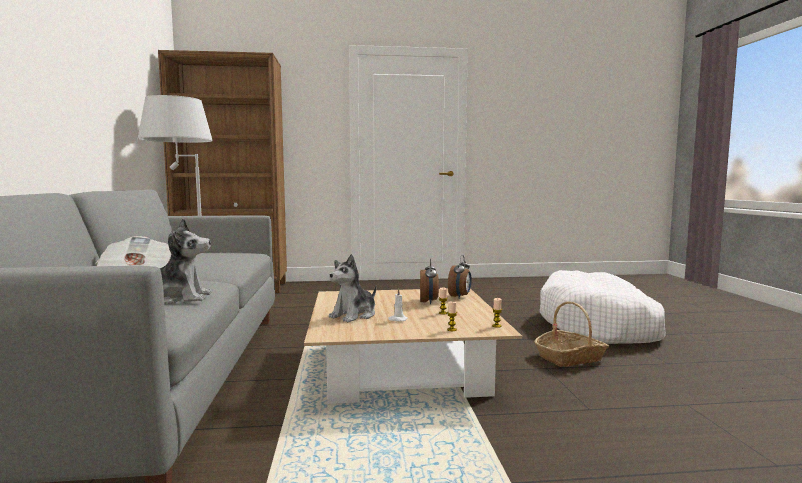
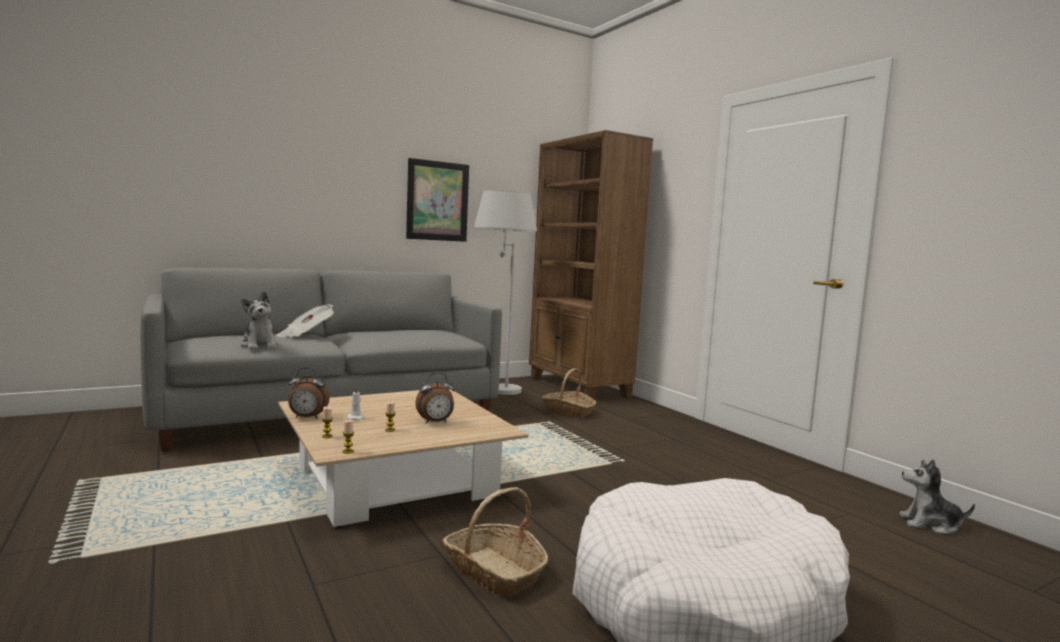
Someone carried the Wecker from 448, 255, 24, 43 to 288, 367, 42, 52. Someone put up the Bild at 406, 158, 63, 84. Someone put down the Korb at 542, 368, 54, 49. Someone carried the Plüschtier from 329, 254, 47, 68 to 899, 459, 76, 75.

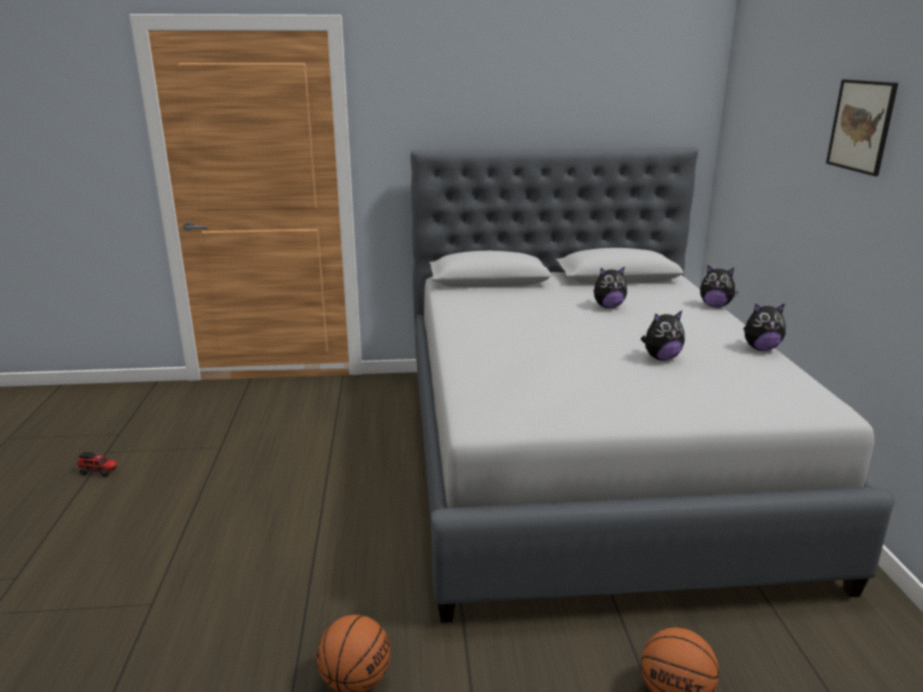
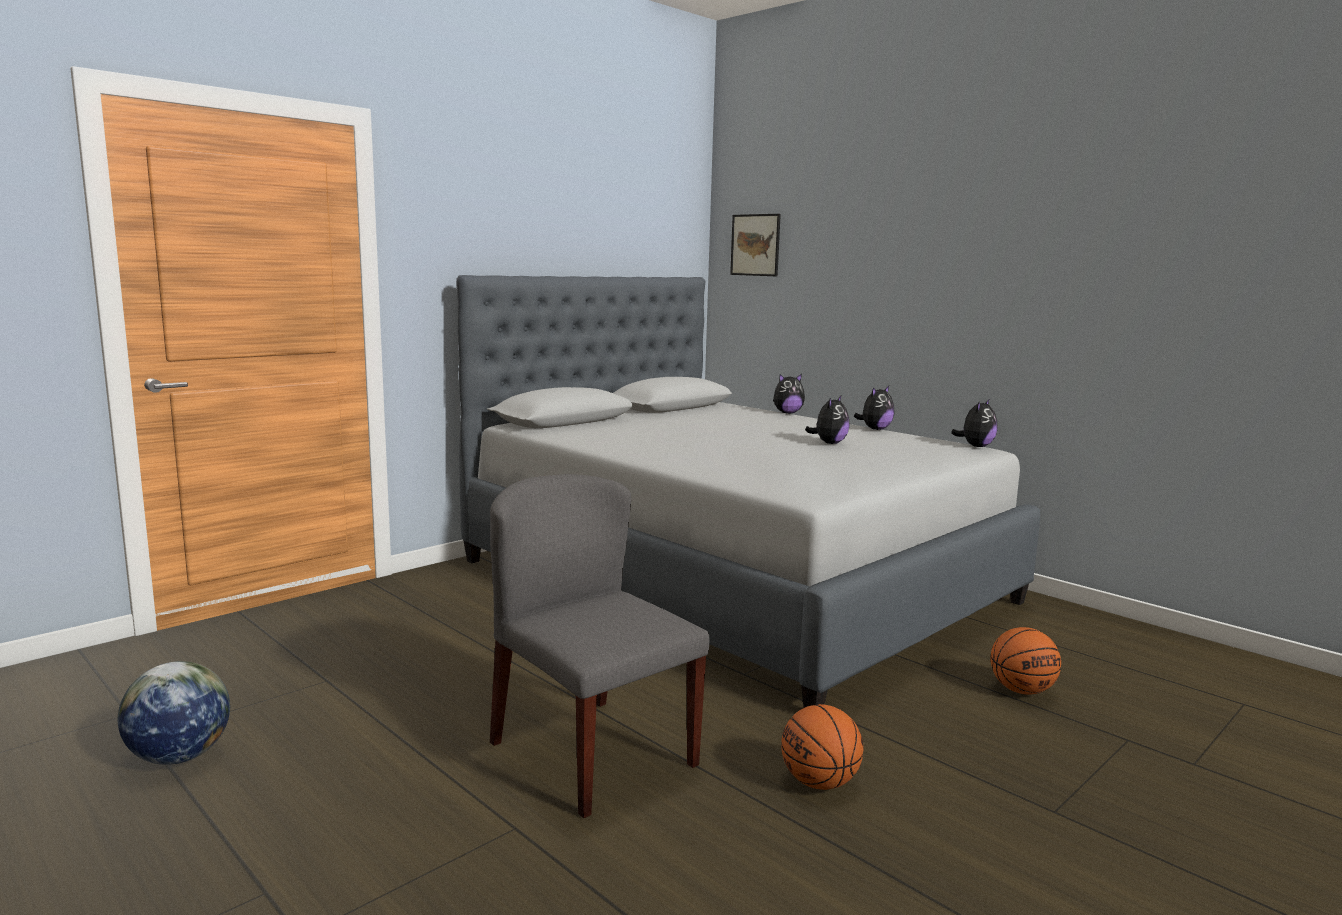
Someone swapped the Spielzeuglaster at 77, 452, 40, 25 for the Globus at 118, 661, 112, 104. Someone put down the Stuhl/grau at 490, 474, 219, 344. Someone carried the Bild from 826, 79, 72, 97 to 730, 214, 51, 62. Someone carried the Plüschtier from 593, 266, 34, 42 to 951, 398, 47, 49.

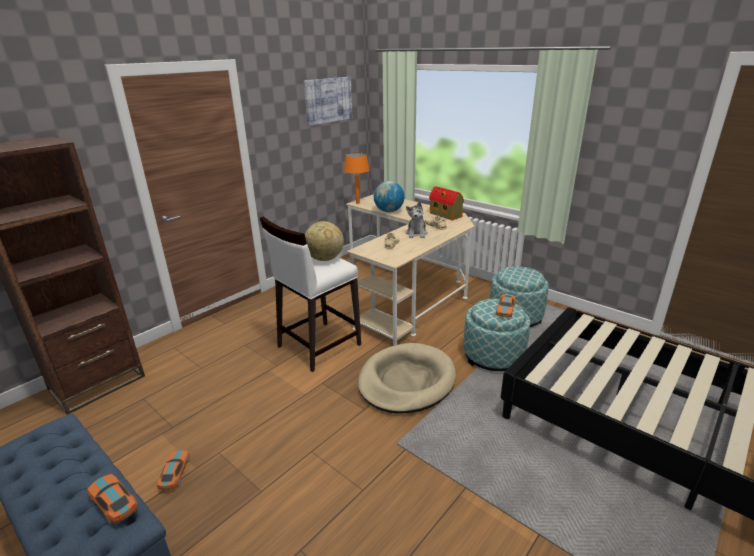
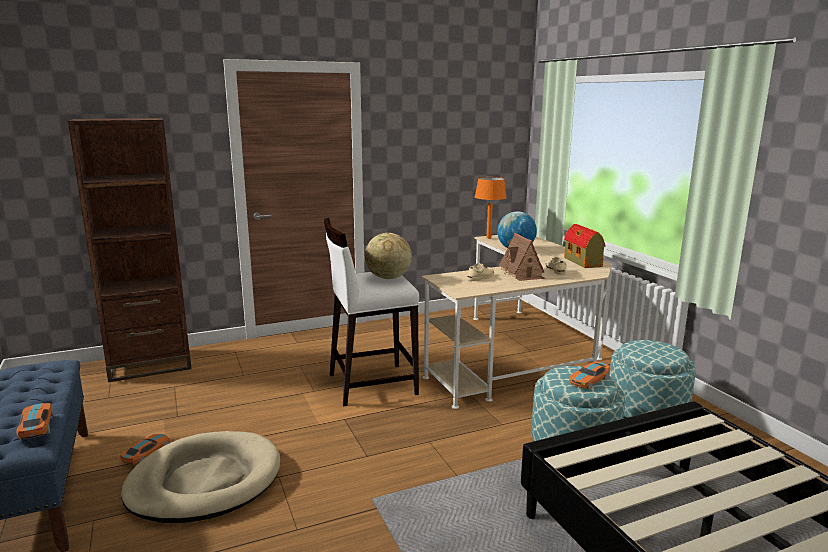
Someone carried the Hundebett/beige from 358, 343, 98, 71 to 121, 431, 159, 92. Someone swapped the Plüschtier at 406, 202, 22, 36 for the Spielzeughaus at 499, 233, 46, 48. Someone took away the Bild at 304, 77, 49, 49.

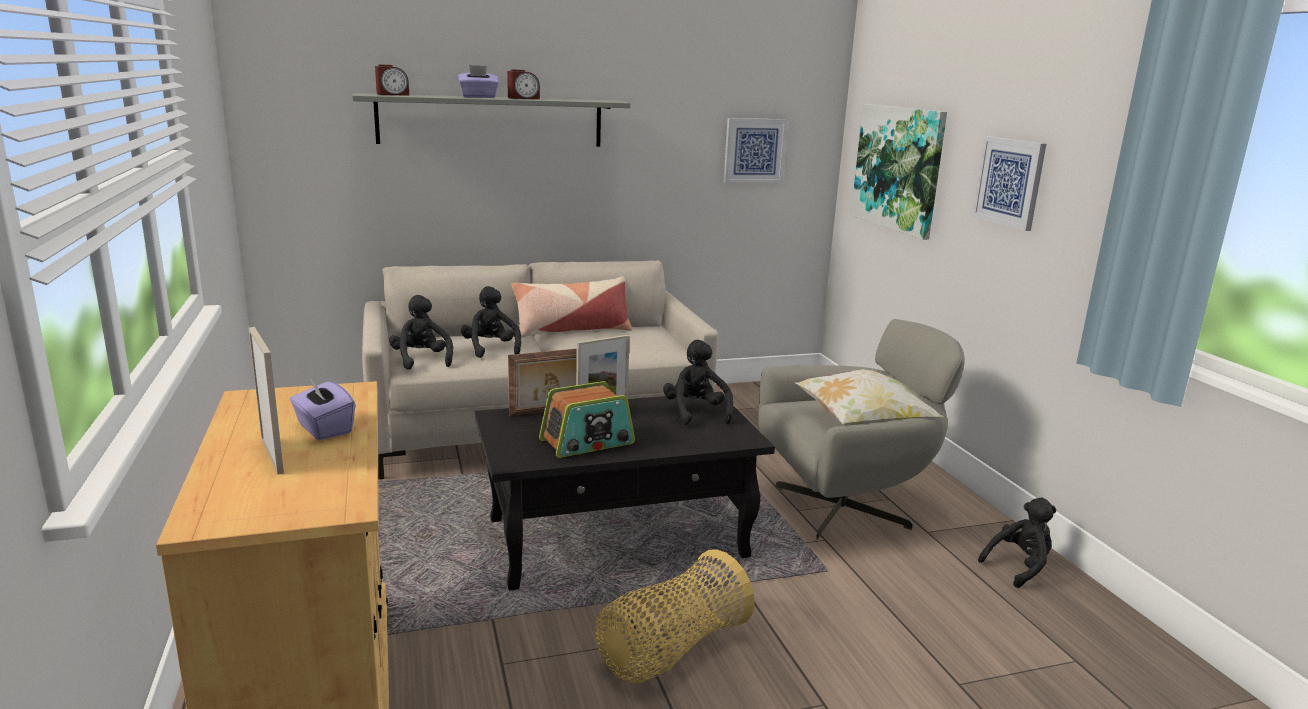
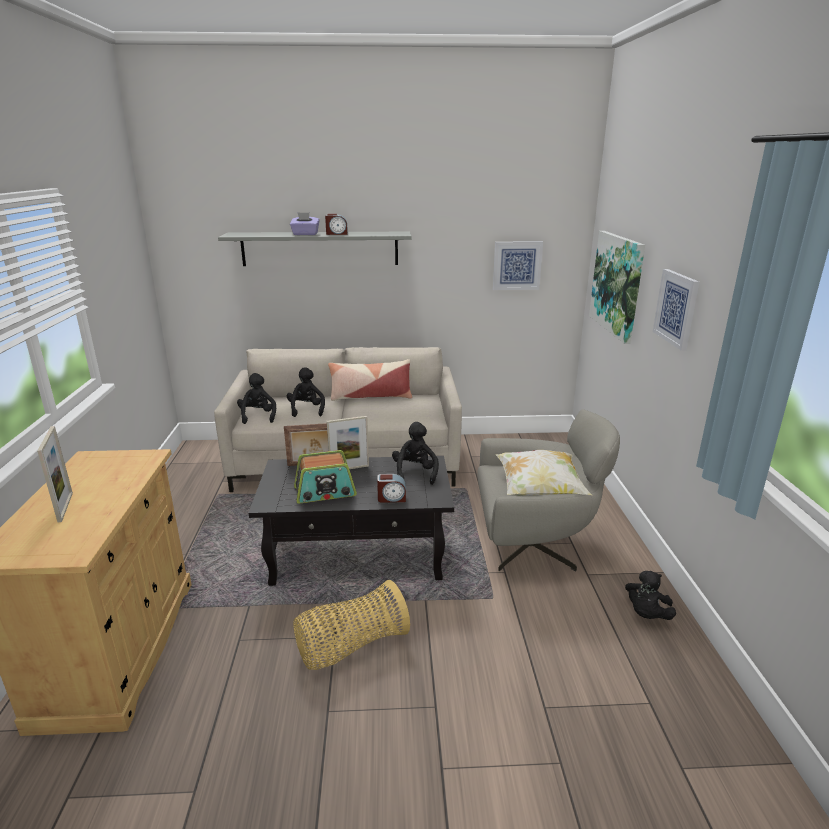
Someone carried the Wecker from 375, 64, 34, 32 to 377, 474, 29, 29. Someone rotated the Plüschtier/schwarz at 978, 498, 78, 90 by 135 degrees clockwise. Someone took away the Taschentuchbox/lila at 290, 376, 65, 64.

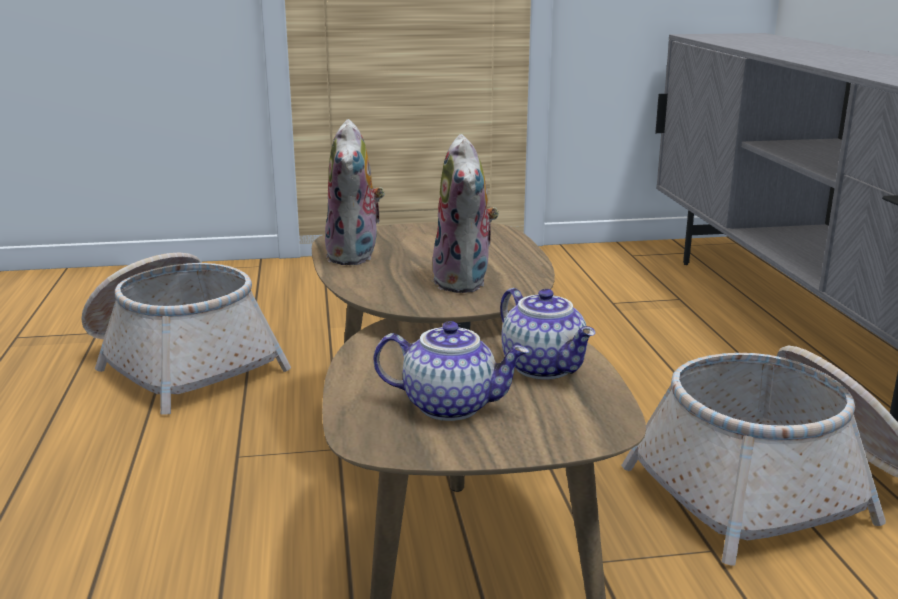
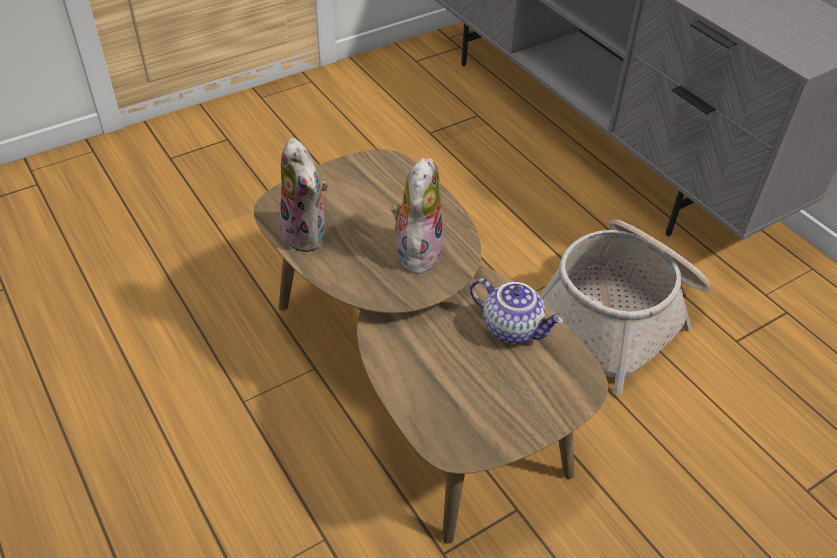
Someone rotated the Plüschtier at 432, 134, 67, 159 by 135 degrees counterclockwise. Someone took away the Korb at 81, 252, 210, 162. Someone took away the Teekanne at 373, 321, 157, 100.

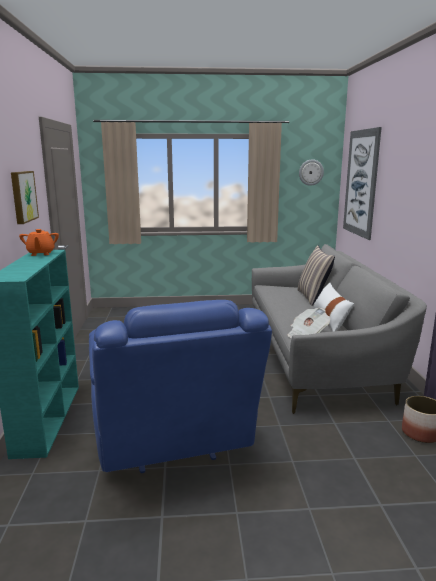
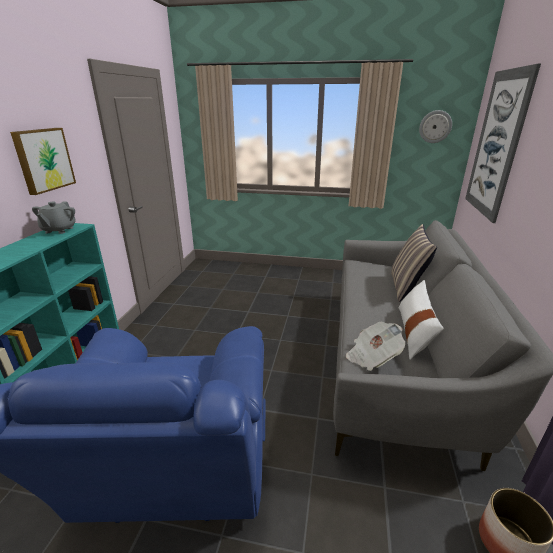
Someone repainted the Teekanne/orange at 19, 229, 40, 27, which became the Teekanne/grau at 32, 202, 44, 32.

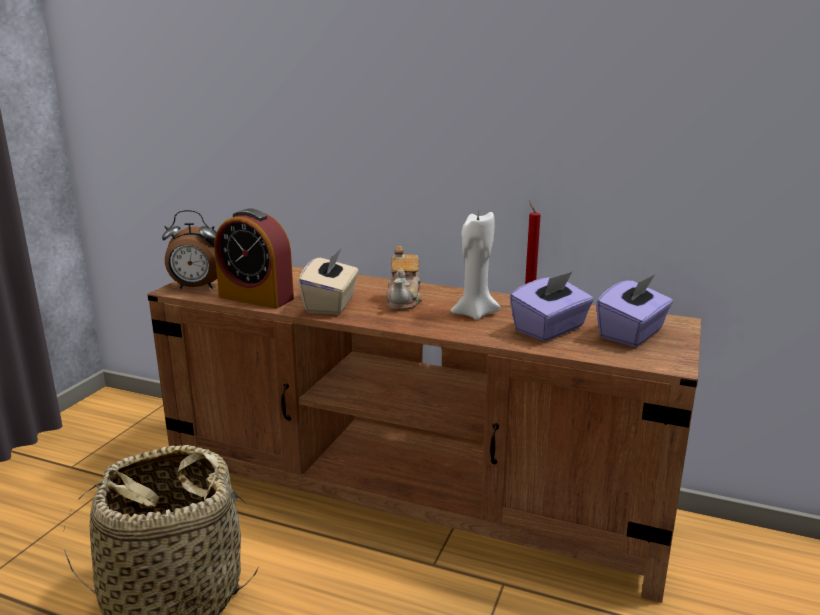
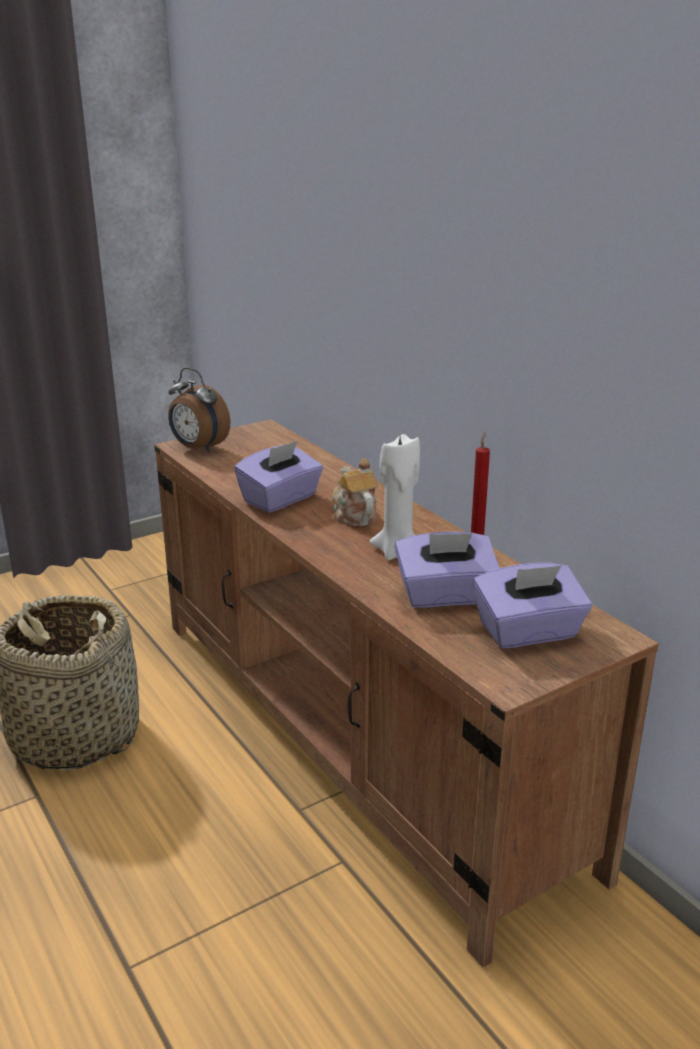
Someone repainted the Taschentuchbox/beige at 298, 249, 61, 66, which became the Taschentuchbox/lila at 234, 441, 89, 72. Someone rotated the Teekanne at 386, 246, 37, 64 by 120 degrees clockwise. Someone took away the Wecker at 214, 209, 80, 99.

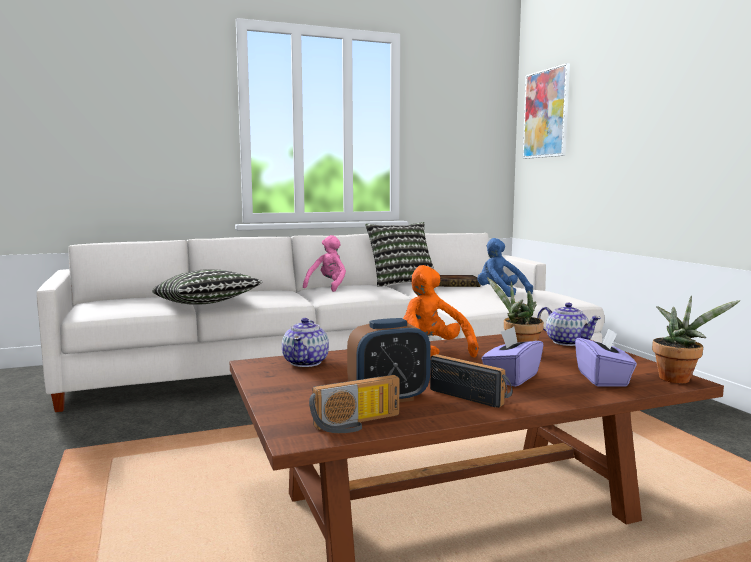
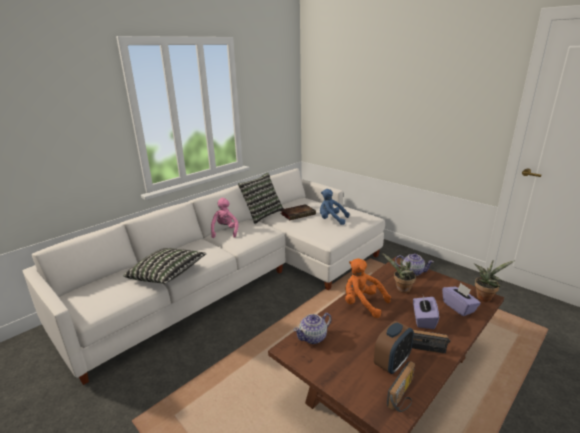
Someone rotated the Teekanne at 282, 318, 47, 49 by 75 degrees clockwise. Someone took away the Bild at 522, 63, 48, 96.

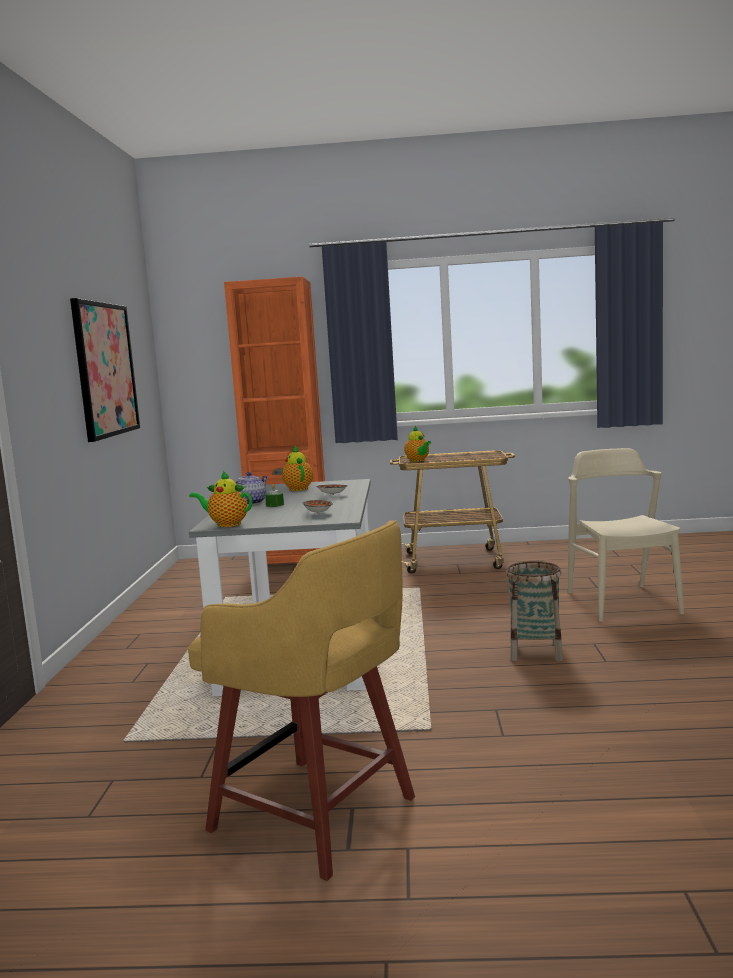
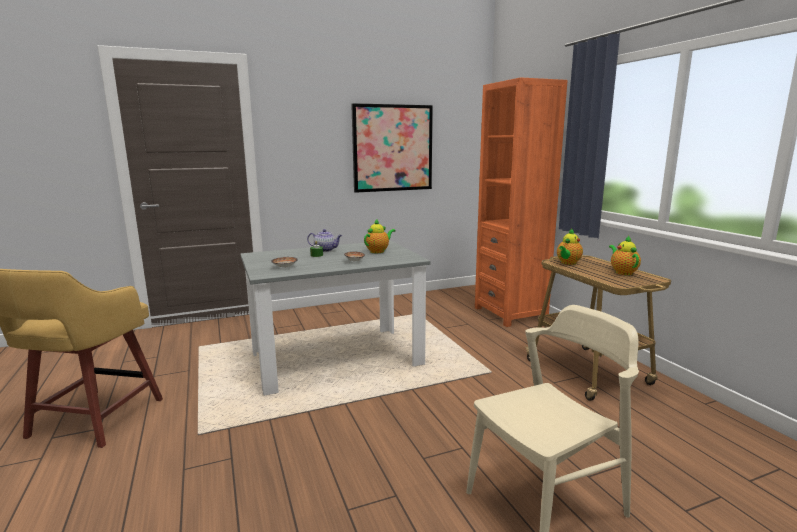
Someone carried the Teekanne from 189, 471, 63, 56 to 609, 236, 32, 39. Someone took away the Korb at 506, 561, 57, 100.

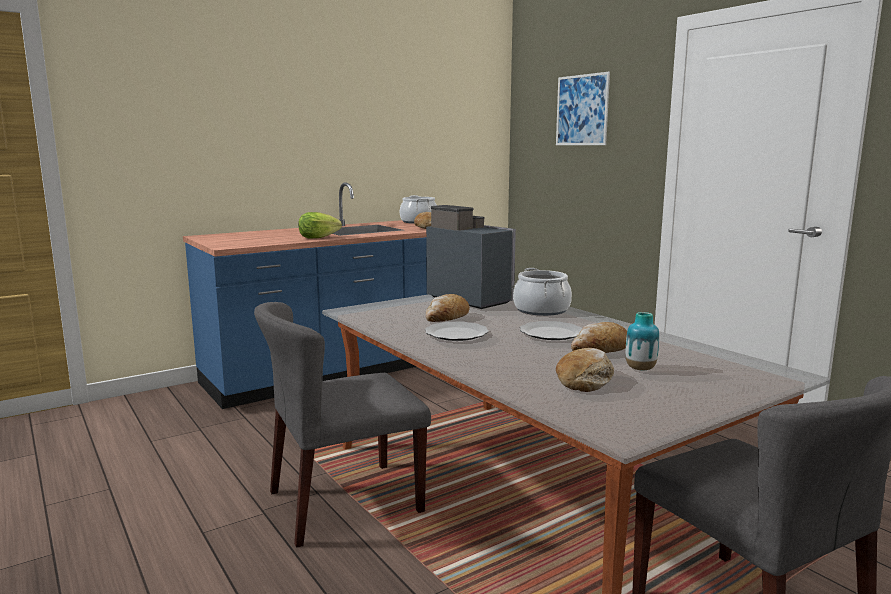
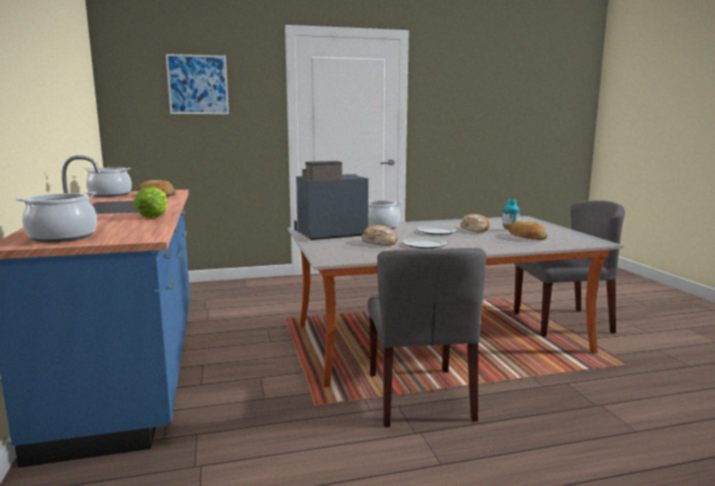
Someone put down the Kochtopf at 15, 192, 82, 50.

